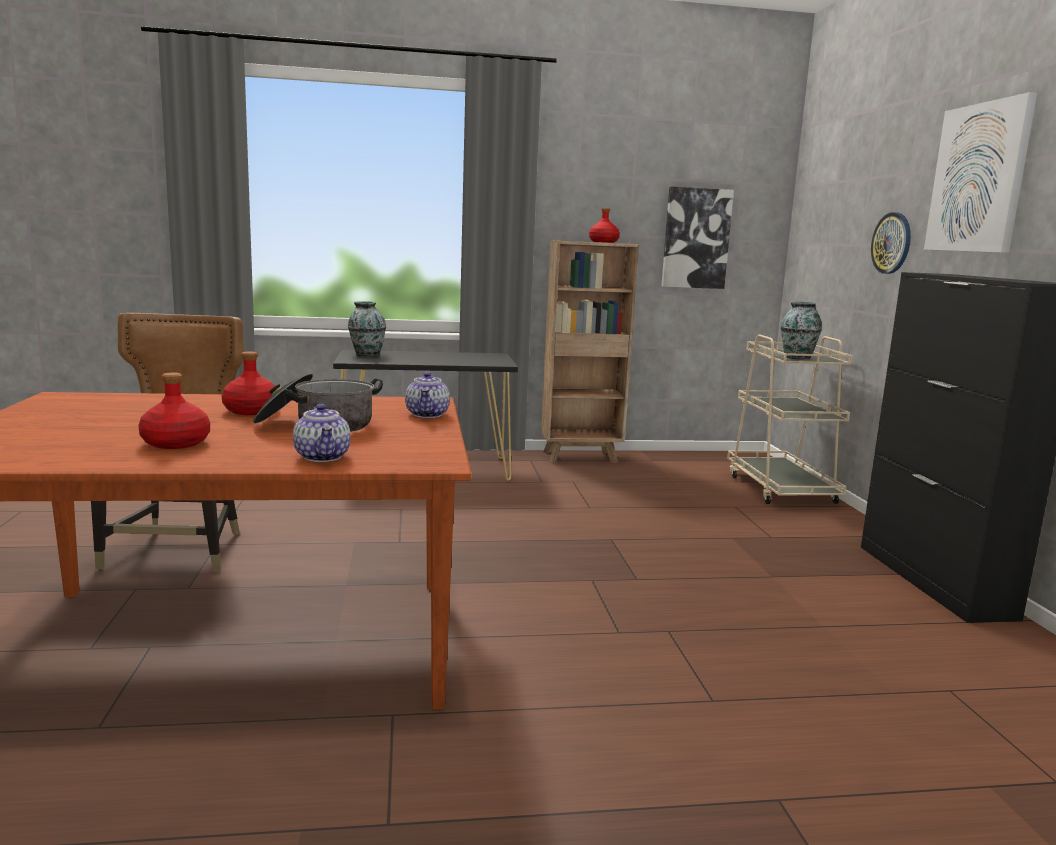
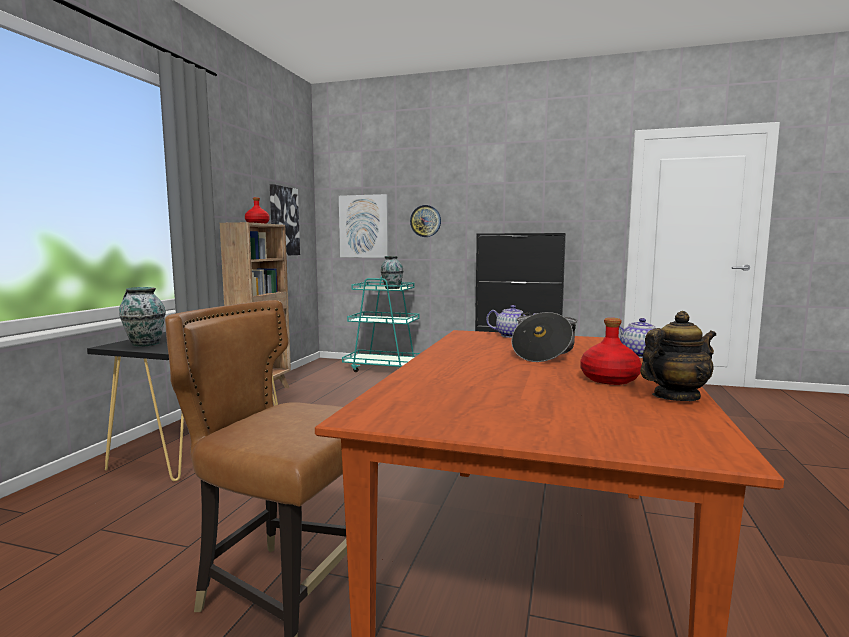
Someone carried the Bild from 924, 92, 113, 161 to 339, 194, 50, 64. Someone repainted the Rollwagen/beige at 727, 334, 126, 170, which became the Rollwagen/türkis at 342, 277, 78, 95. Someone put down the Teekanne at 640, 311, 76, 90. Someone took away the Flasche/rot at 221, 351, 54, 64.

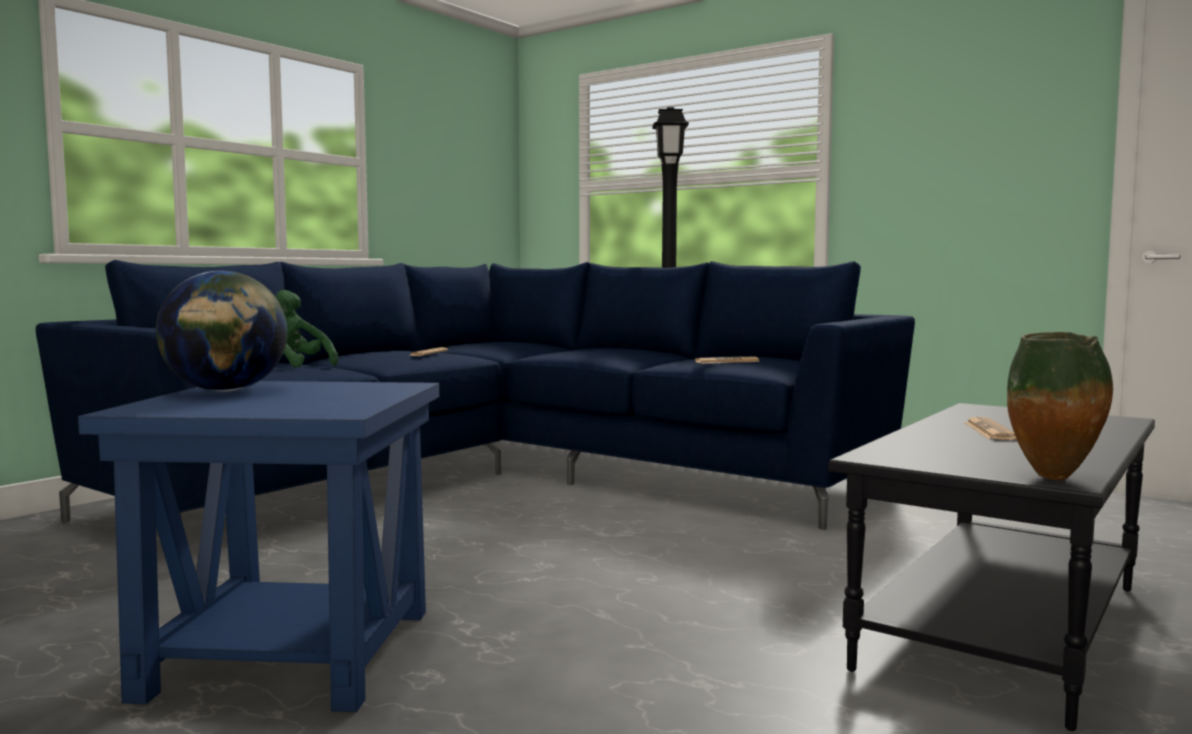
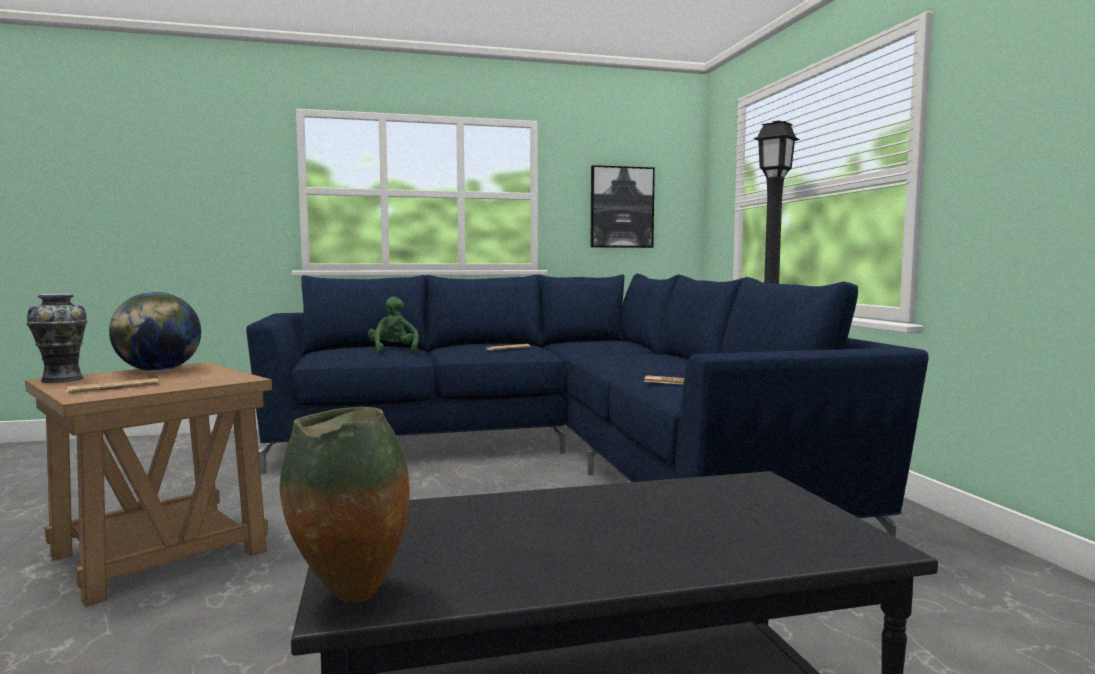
Someone repainted the Beistelltisch/blau at 78, 381, 361, 331, which became the Beistelltisch/braun at 25, 362, 247, 245. Someone put down the Vase at 26, 294, 61, 89. Someone carried the Zeitung from 964, 417, 52, 23 to 66, 378, 93, 15. Someone put up the Bild at 591, 165, 64, 83.

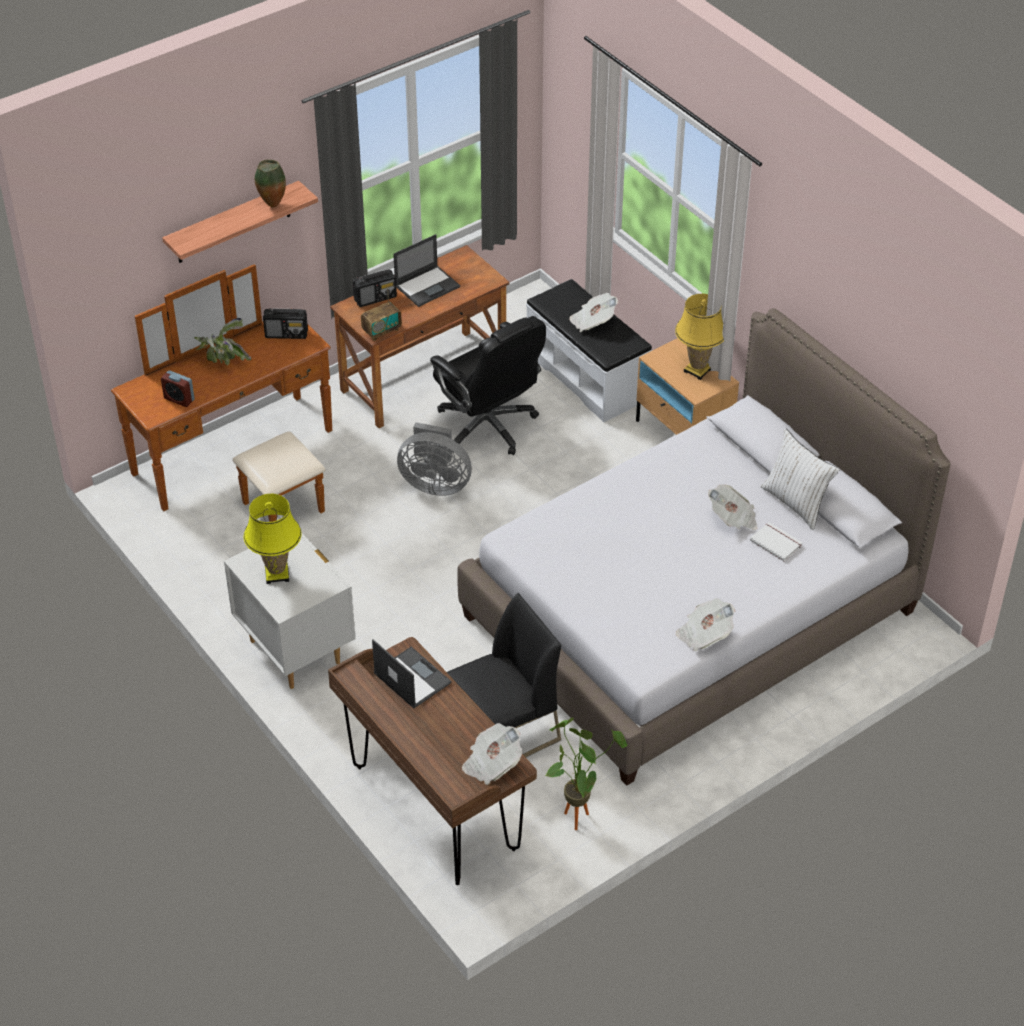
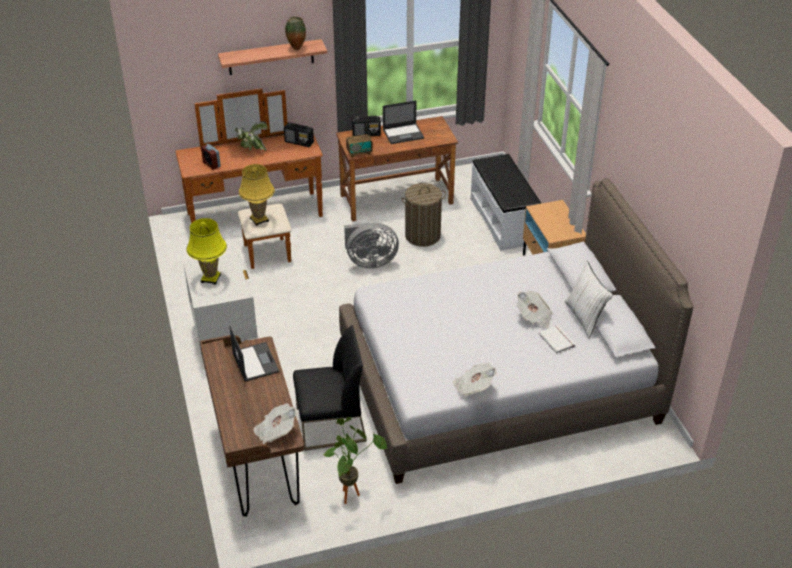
Someone carried the Tischlampe/gelb from 675, 294, 49, 86 to 238, 164, 37, 62. Someone rotated the Ventilator/grau at 397, 422, 75, 74 by 45 degrees counterclockwise. Someone swapped the Bürostuhl/schwarz at 430, 316, 116, 139 for the Wäschekorb at 402, 183, 44, 64. Someone took away the Zeitung at 569, 293, 49, 39.

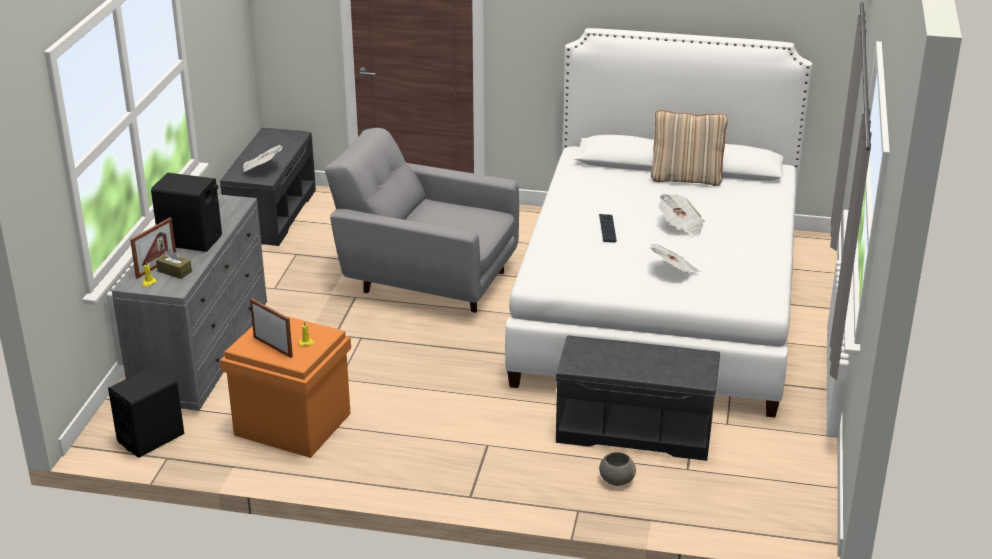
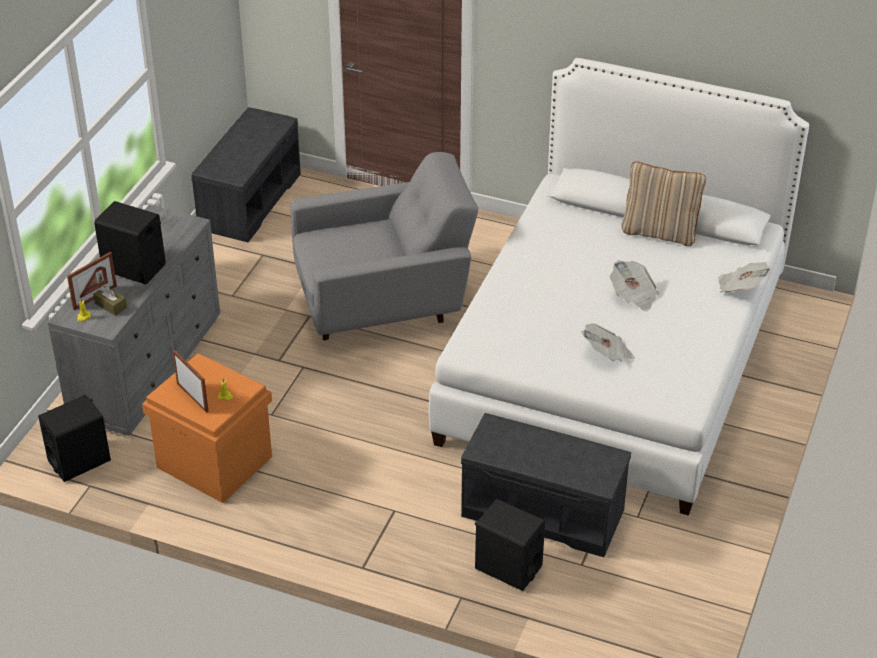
Someone rotated the Sessel/grau at 325, 128, 194, 185 by 135 degrees clockwise. Someone swapped the Schüssel/grau at 599, 452, 37, 34 for the Lautsprecher/schwarz at 475, 499, 70, 92. Someone carried the Zeitung from 242, 144, 40, 29 to 718, 262, 53, 31. Someone took away the Tastatur at 599, 214, 18, 28.

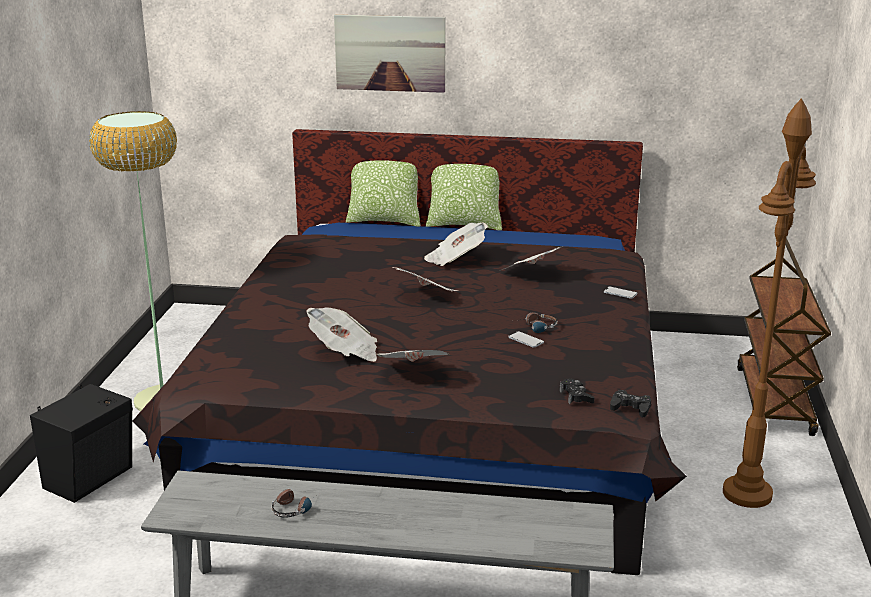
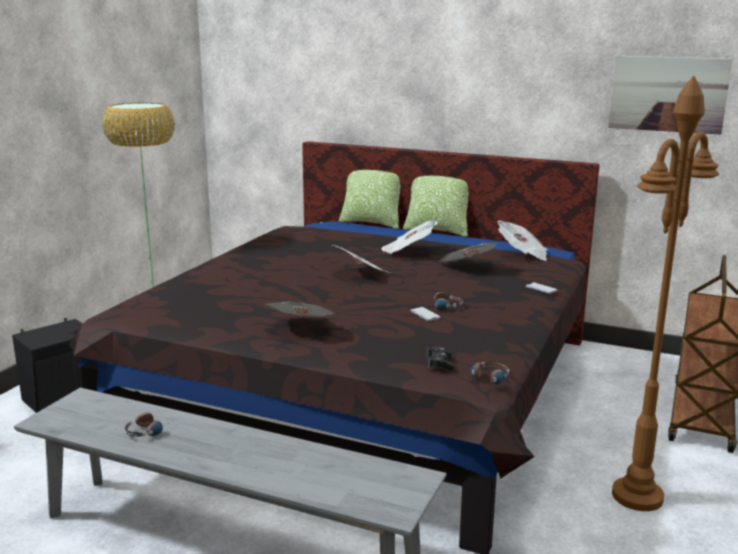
Someone swapped the Gamepad/schwarz at 610, 390, 41, 28 for the Kopfhörer at 467, 361, 42, 24. Someone carried the Zeitung from 306, 307, 71, 55 to 497, 220, 51, 41. Someone carried the Bild from 334, 15, 112, 78 to 608, 56, 124, 78.

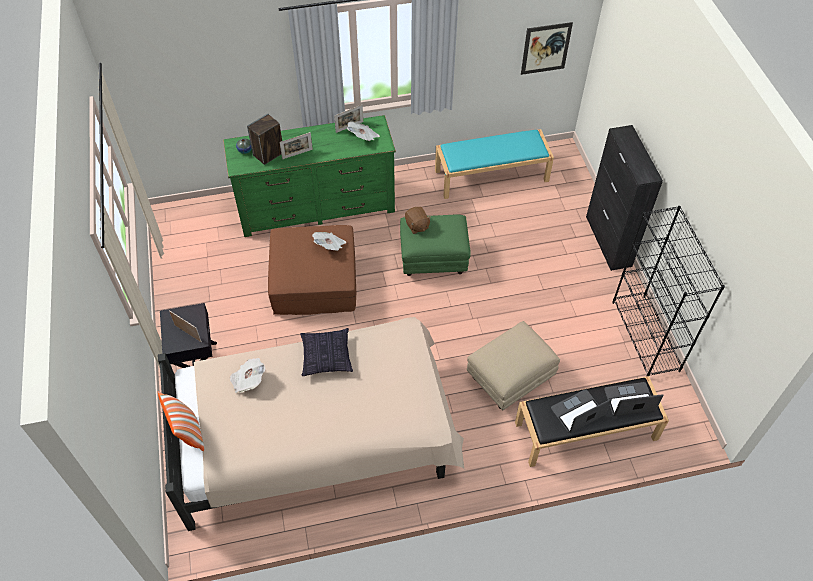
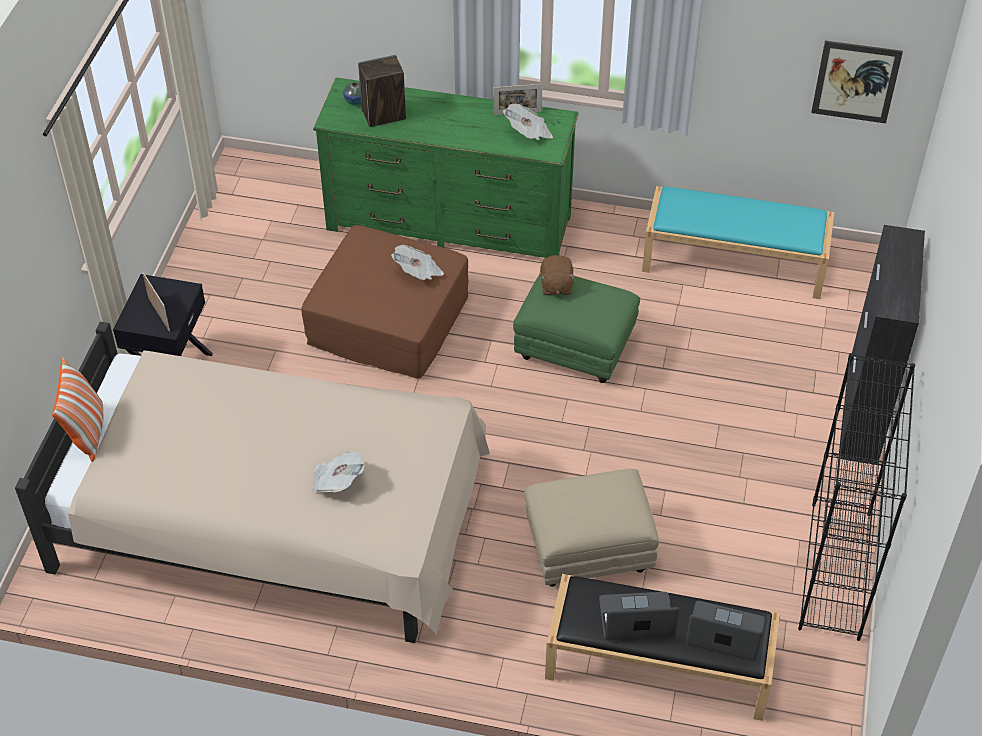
Someone carried the Zeitung from 230, 358, 35, 35 to 312, 451, 53, 41. Someone took away the Bilderrahmen at 280, 132, 33, 27. Someone took away the Kissen at 300, 328, 53, 48.

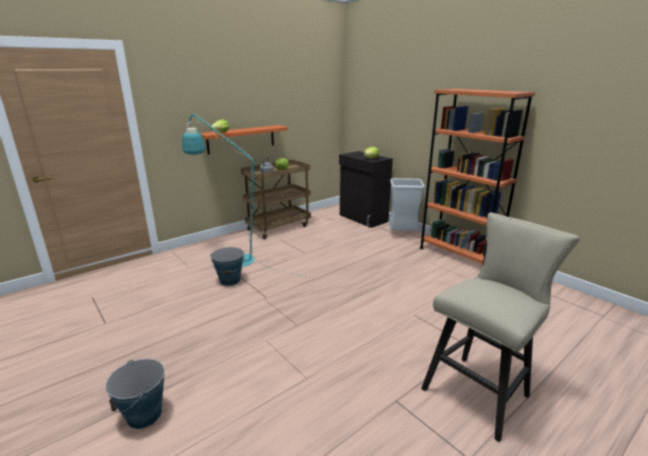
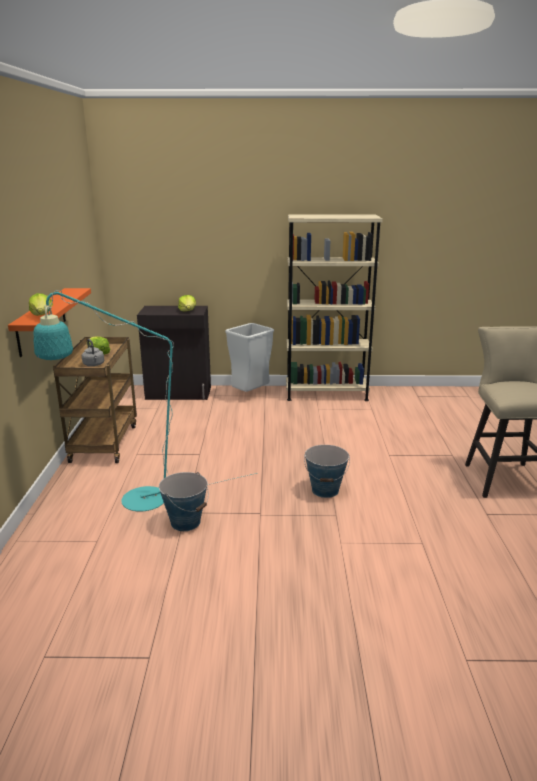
Someone repainted the Bücherregal/orange at 420, 89, 115, 175, which became the Bücherregal/beige at 286, 214, 97, 187. Someone carried the Eimer from 105, 359, 60, 70 to 304, 445, 46, 53.

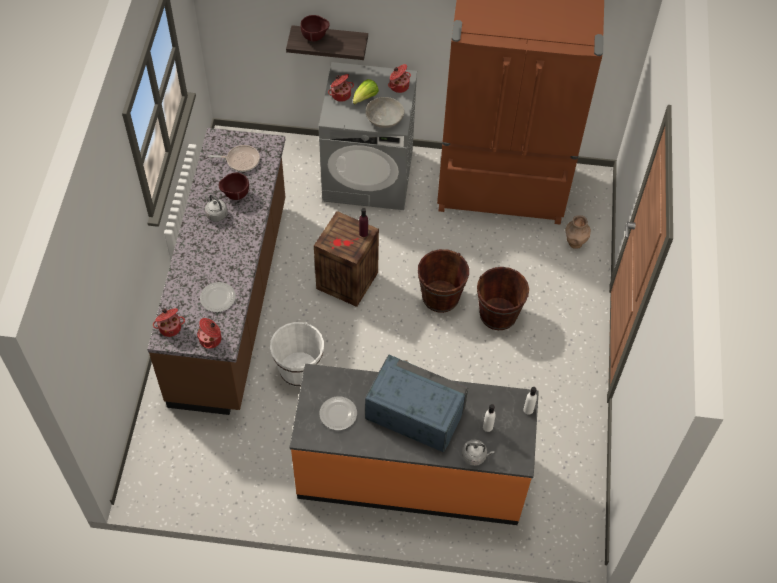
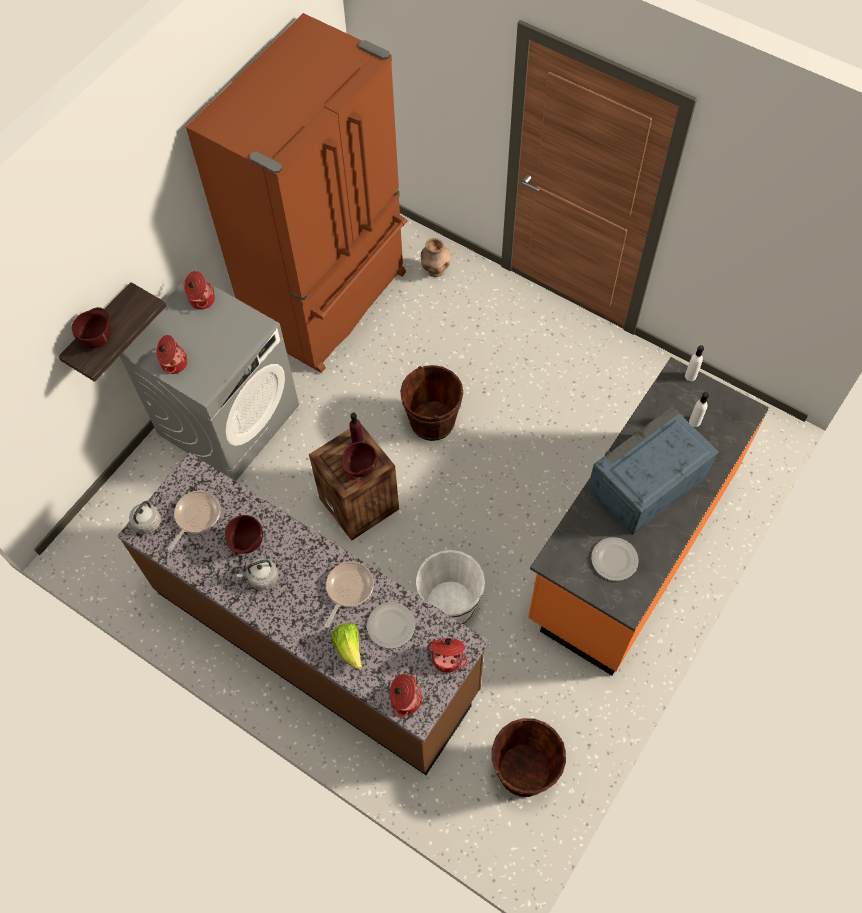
Someone carried the Wasserkessel/grau from 462, 440, 33, 26 to 129, 497, 32, 37. Someone put down the Pfanne at 324, 562, 50, 66. Someone carried the Salatkopf from 353, 79, 26, 25 to 332, 623, 30, 47. Someone put down the Schüssel/braun at 342, 442, 35, 35. Someone carried the Eimer/braun from 477, 267, 52, 63 to 492, 718, 74, 79. Someone took away the Schüssel/grau at 366, 97, 38, 31.

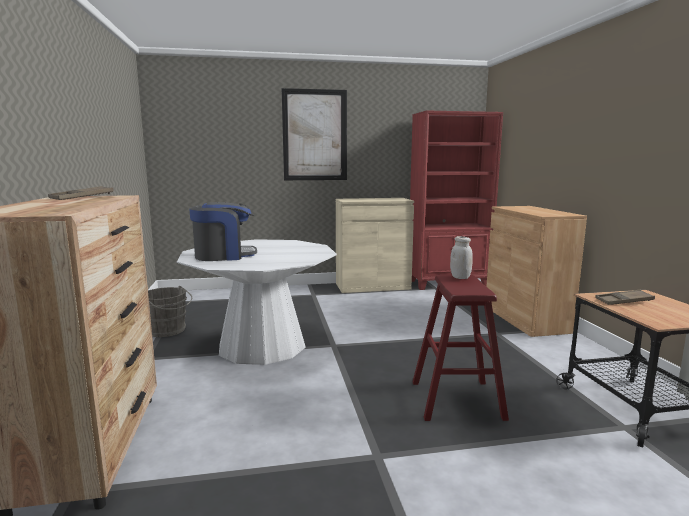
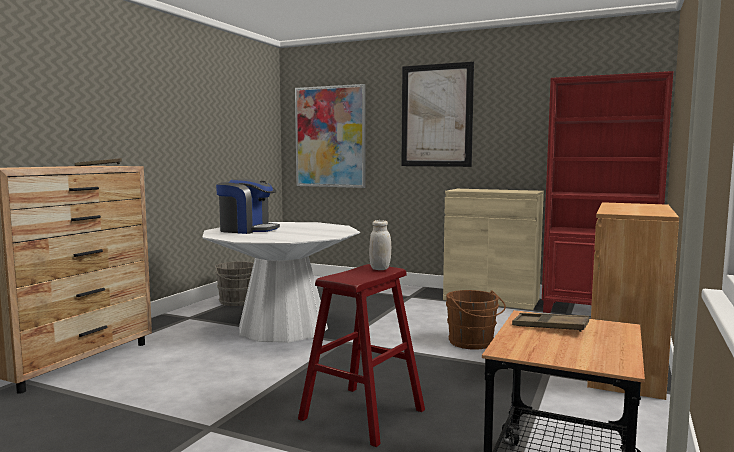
Someone put up the Bild at 295, 84, 70, 104. Someone put down the Eimer/braun at 446, 290, 60, 60.

